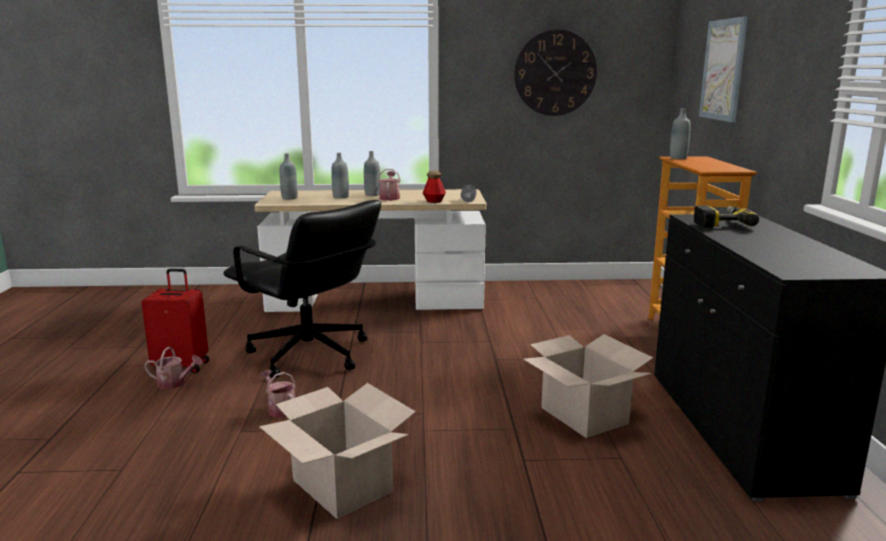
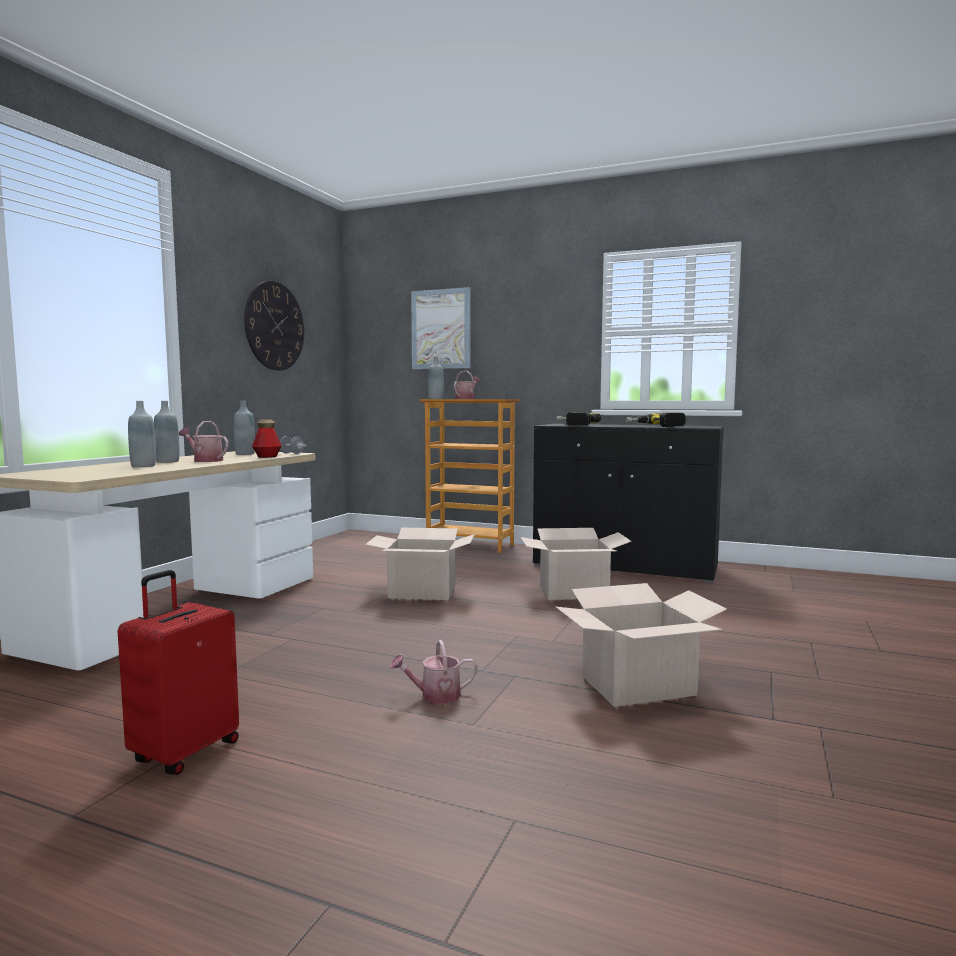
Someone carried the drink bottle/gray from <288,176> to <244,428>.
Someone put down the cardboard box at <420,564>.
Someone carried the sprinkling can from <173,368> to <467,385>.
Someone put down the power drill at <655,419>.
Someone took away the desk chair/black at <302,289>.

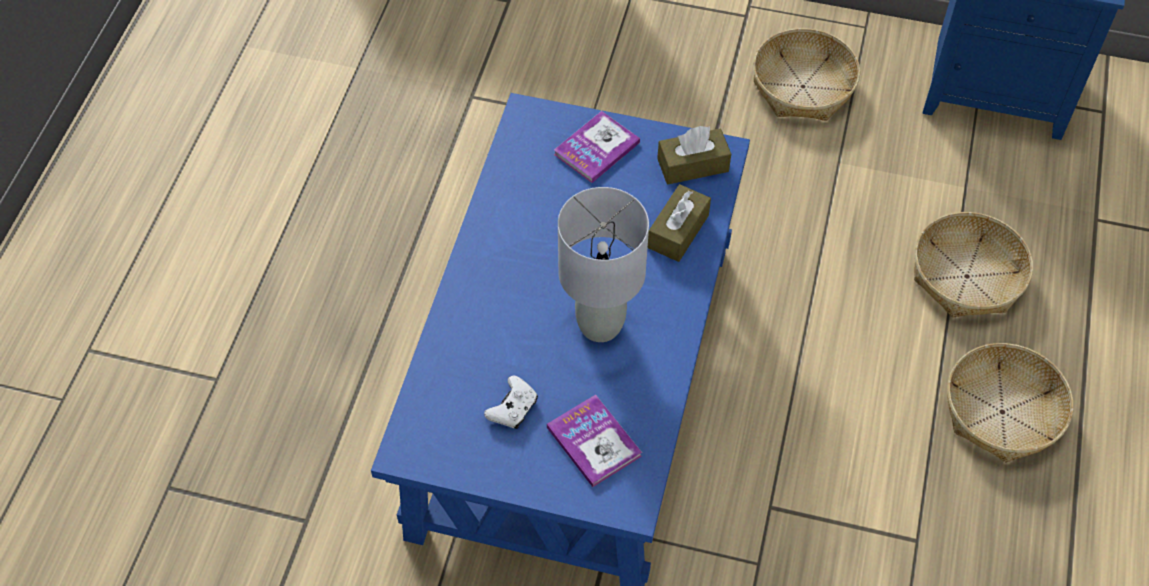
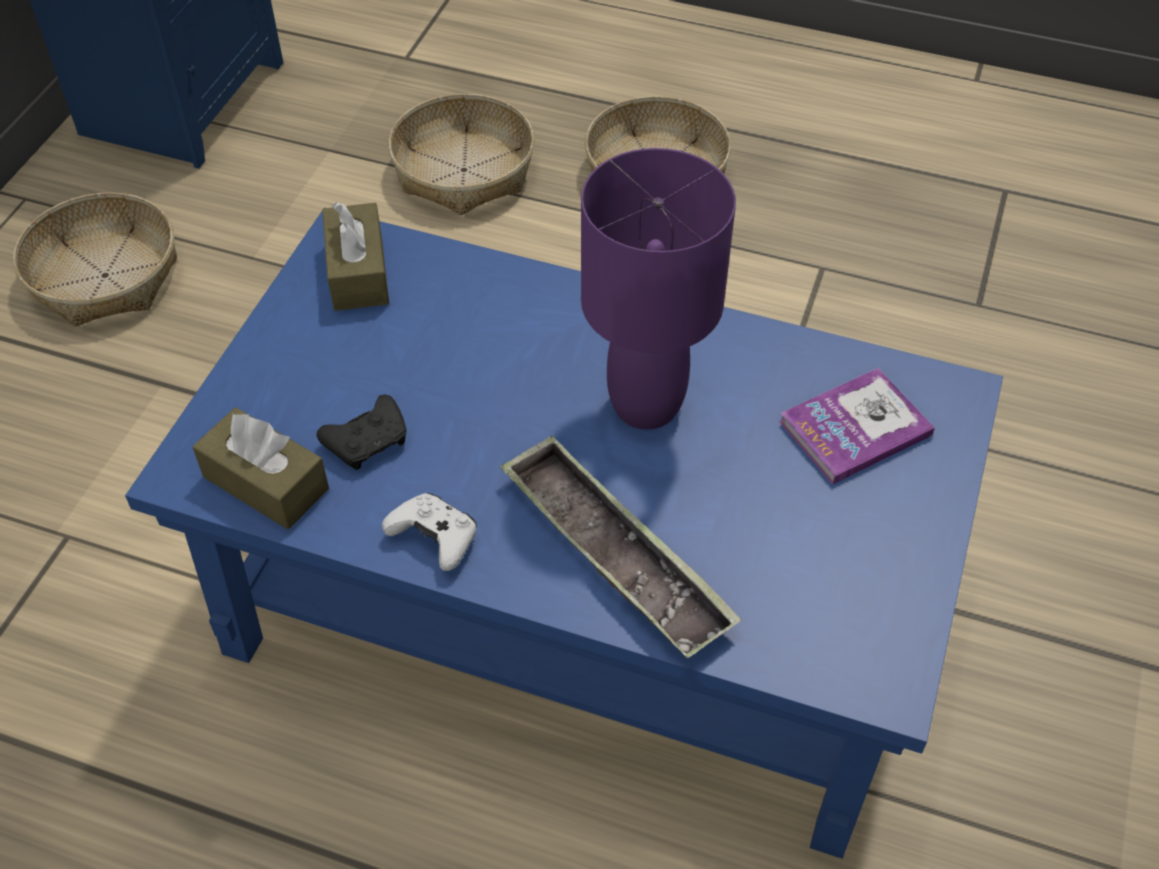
Someone carried the tissue box/brown-coloured from <679,223> to <261,468>.
Someone put down the game controller/black at <361,432>.
Someone carried the game controller/white-coloured from <511,402> to <429,532>.
Someone put down the carrying tray at <620,546>.
Someone repainted the tabletop lamp/gray at <603,264>, which became the tabletop lamp/purplish at <658,289>.
Someone took away the volume at <597,147>.

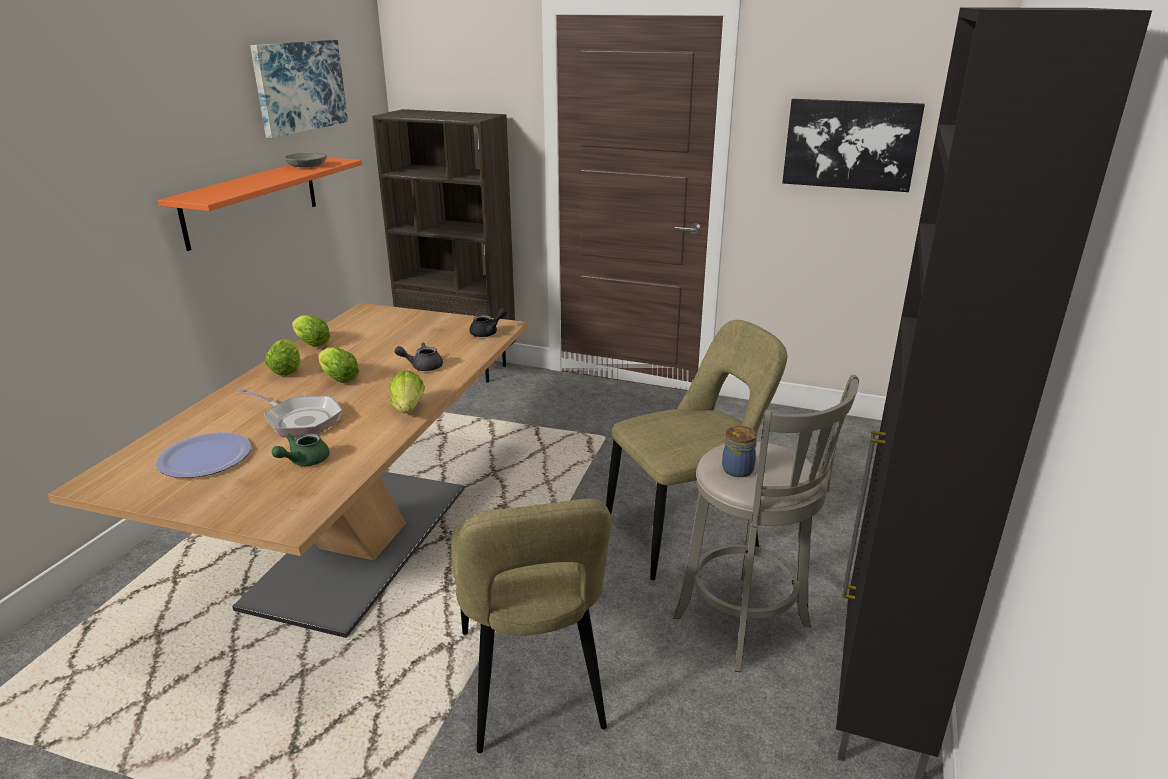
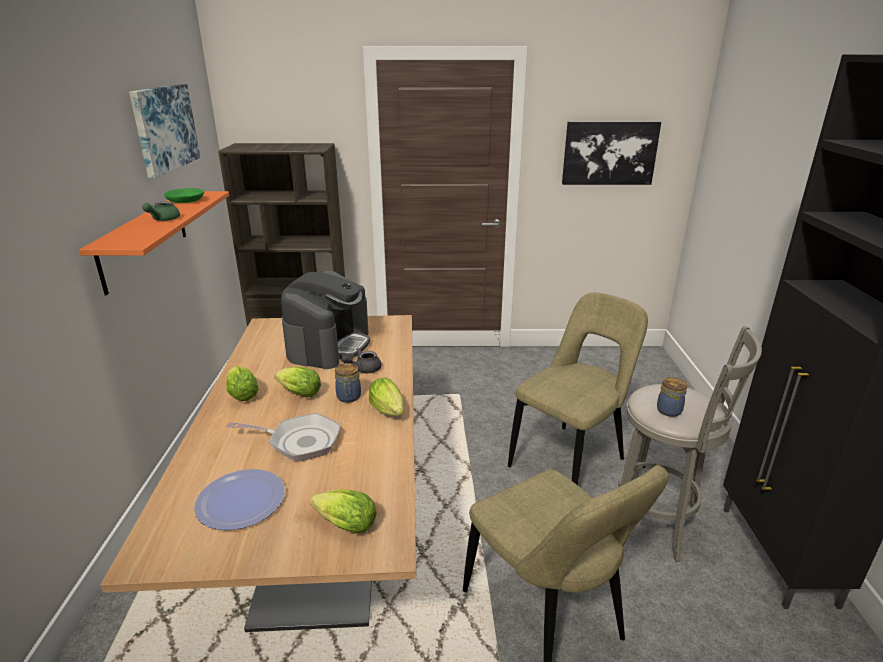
Someone carried the tea pot/green-coloured from <300,449> to <161,211>.
Someone repainted the serving bowl/gray at <305,160>, which became the serving bowl/green-coloured at <184,195>.
Someone put down the coffee brewer at <325,320>.
Someone carried the lettuce from <311,331> to <343,511>.
Someone put down the preserve jar at <348,383>.
Someone took away the tea pot/black at <488,322>.

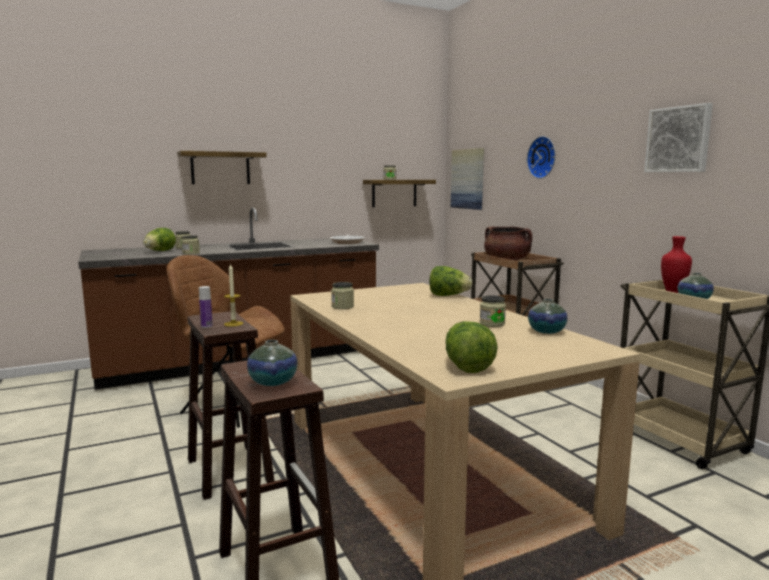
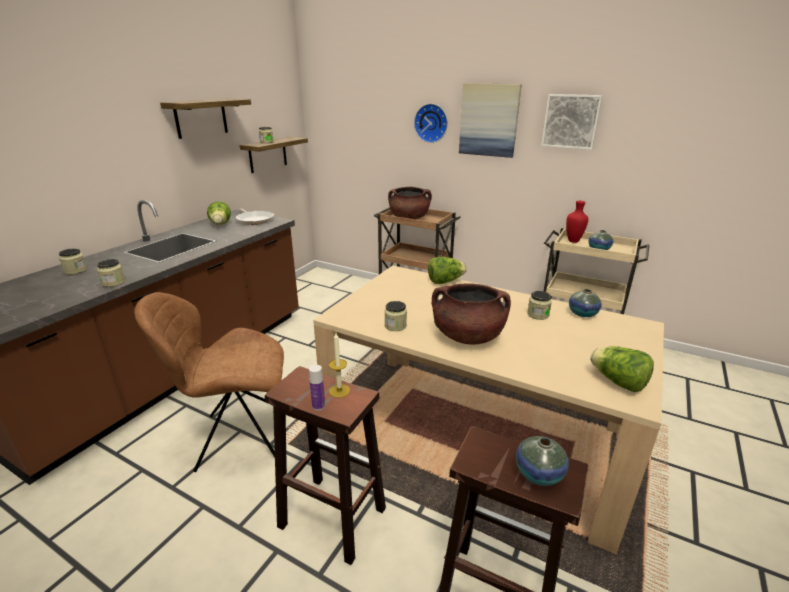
Someone carried the bracket shelf from <222,167> to <205,119>.
Someone carried the lettuce from <159,239> to <219,213>.
Someone put down the stockpot/brown-coloured at <471,314>.
Someone carried the wall picture from <467,179> to <490,120>.

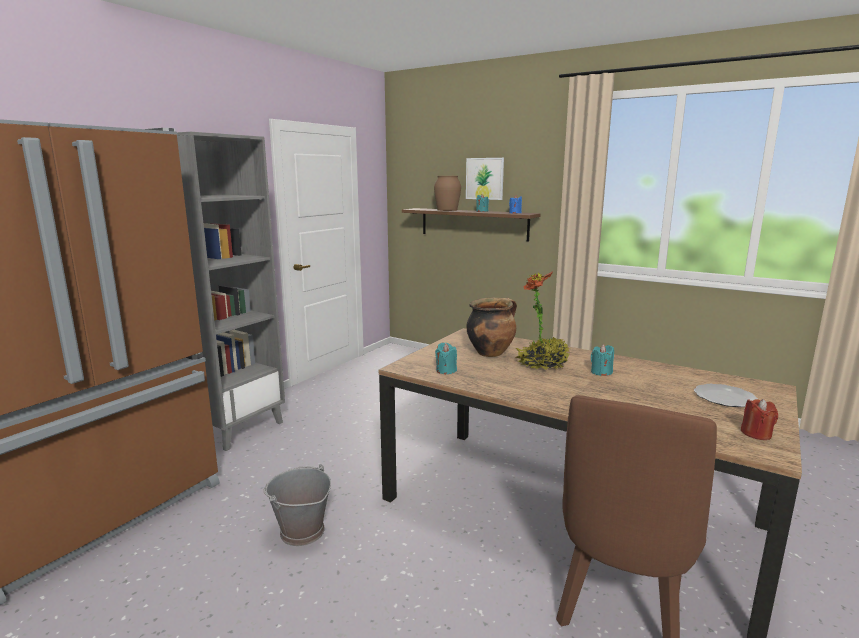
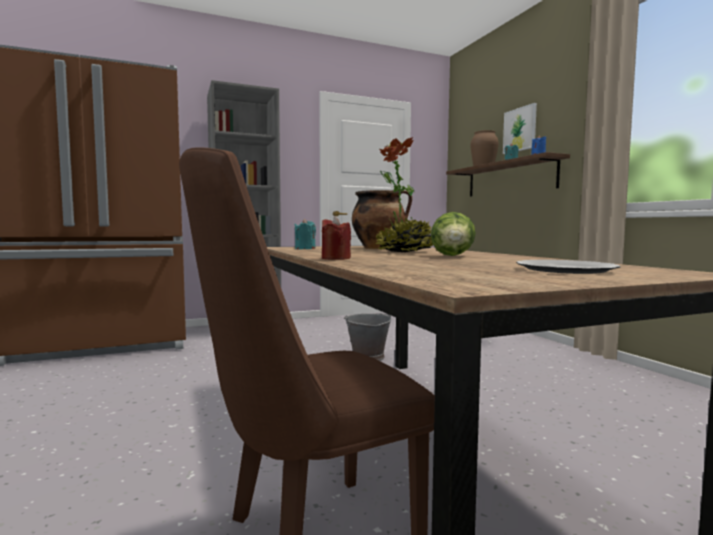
Someone carried the wax candle/red from <759,419> to <336,238>.
Someone carried the bucket/gray from <297,505> to <368,337>.
Someone swapped the wax candle/turquoise-coloured at <602,360> for the lettuce at <453,234>.

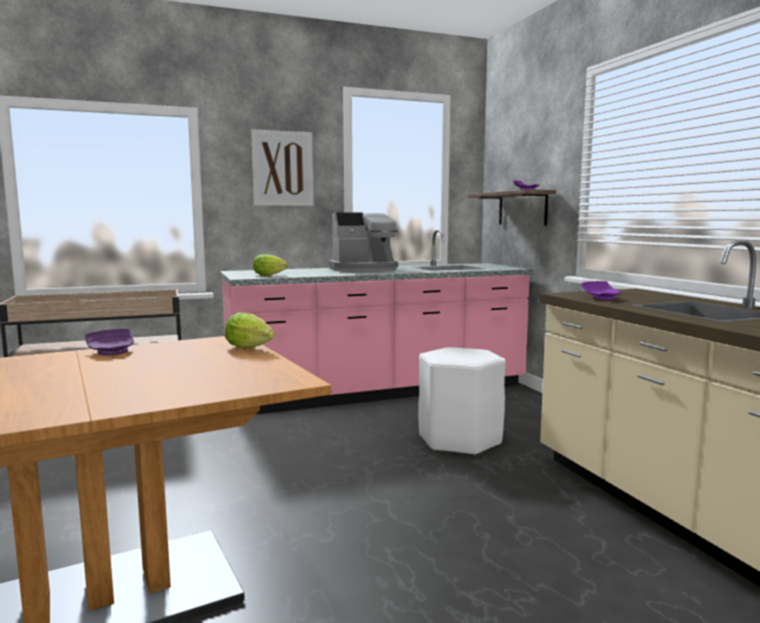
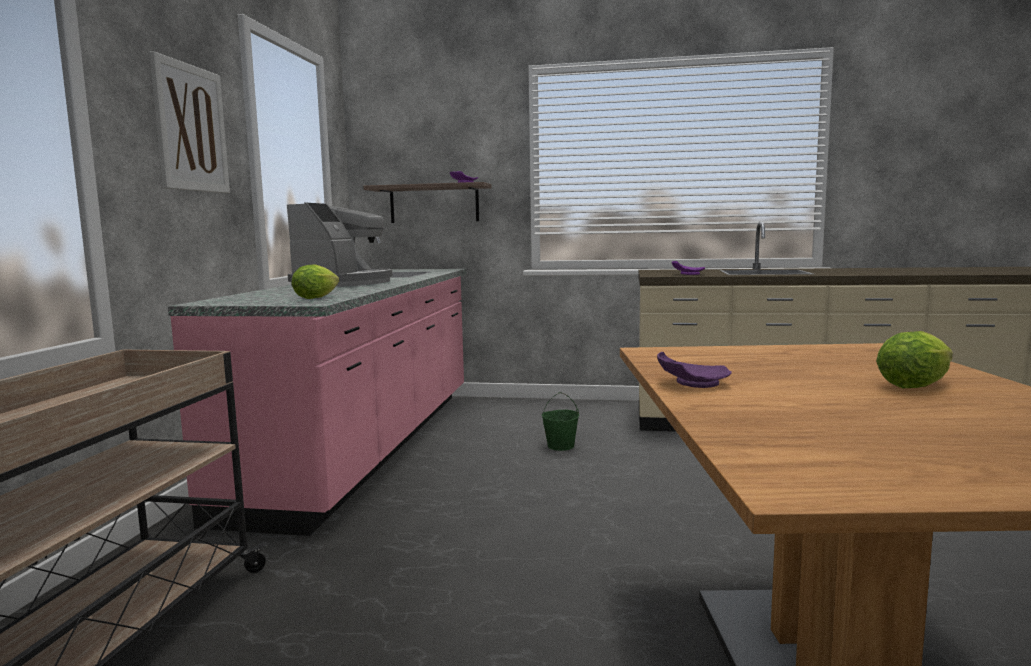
Someone swapped the stool seat/white-coloured at <462,401> for the bucket/green-coloured at <560,421>.
Someone carried the lettuce from <249,330> to <914,359>.

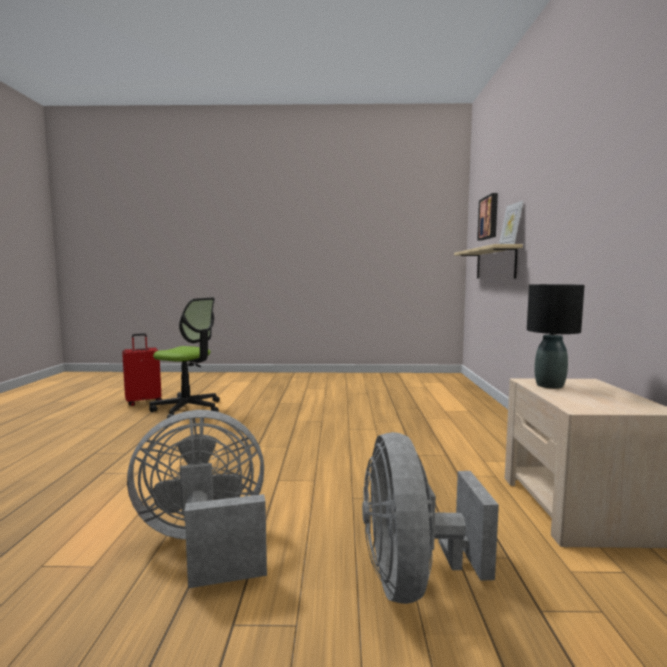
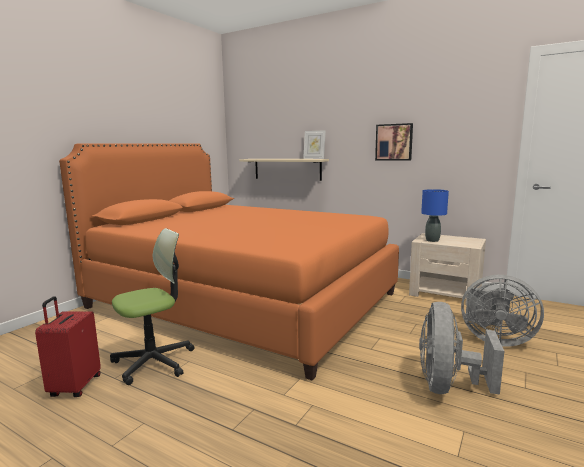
Someone put down the bed/orange-coloured at <229,261>.
Someone carried the wall picture from <487,216> to <394,141>.
Someone repainted the tabletop lamp/black at <556,336>, which became the tabletop lamp/bluish at <435,215>.

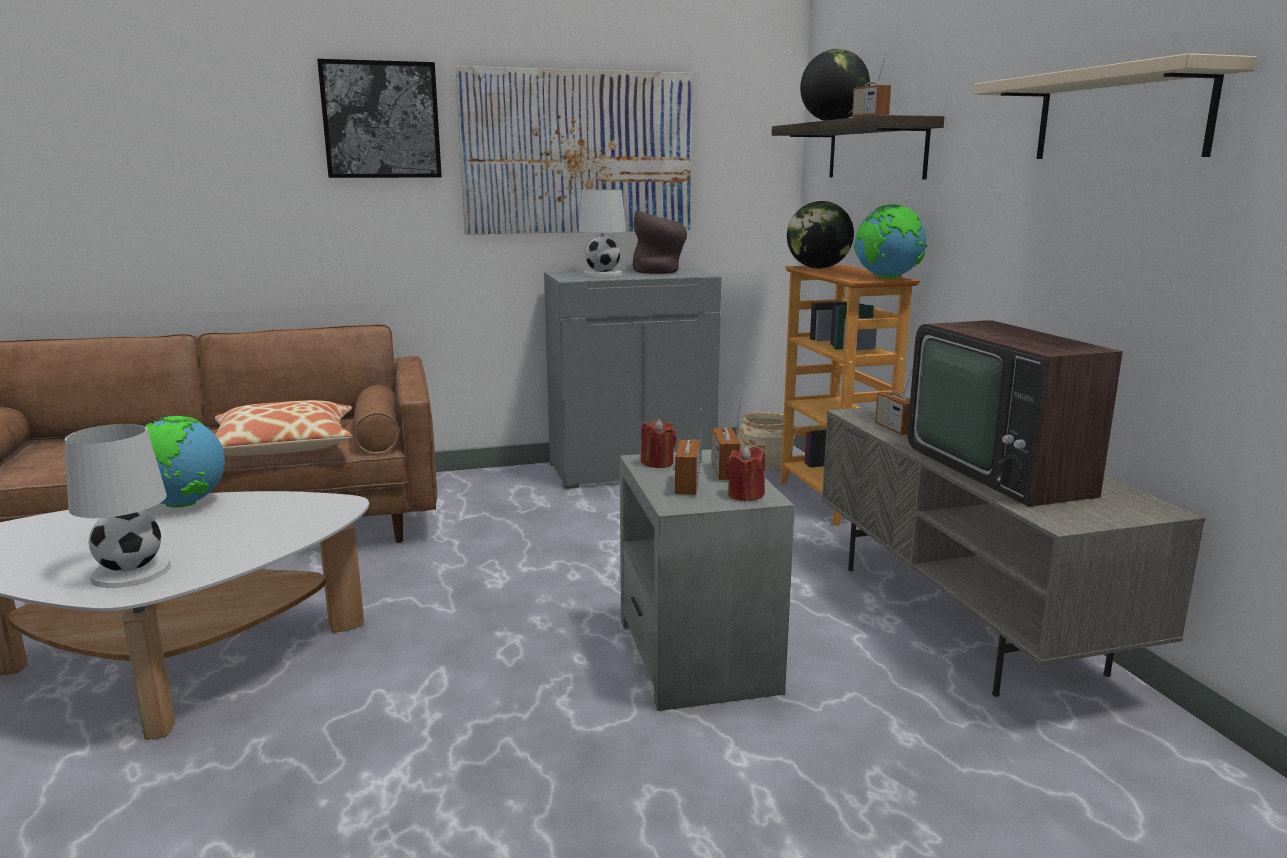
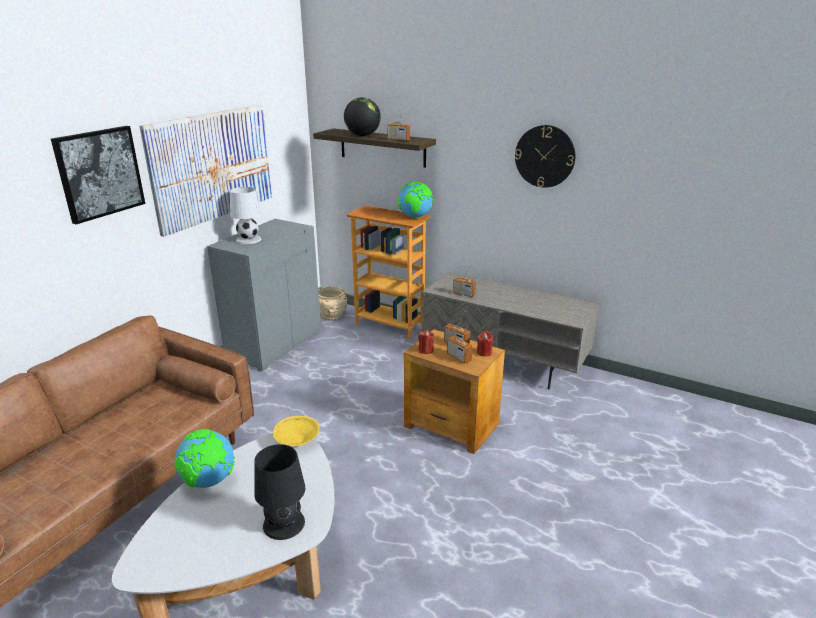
Someone repainted the tabletop lamp/white-coloured at <118,506>, which became the tabletop lamp/black at <279,492>.
Someone put down the serving bowl/yellow at <296,431>.
Someone repainted the side table/gray at <707,580>, which became the side table/brown-coloured at <454,391>.
Someone swapped the bracket shelf/beige-coloured at <1115,106> for the clock on the wall at <545,156>.
Someone took away the cushion at <283,428>.
Someone took away the flower vase/brown-coloured at <660,242>.
Someone took away the desk globe at <820,235>.
Someone took away the TV set at <1015,413>.

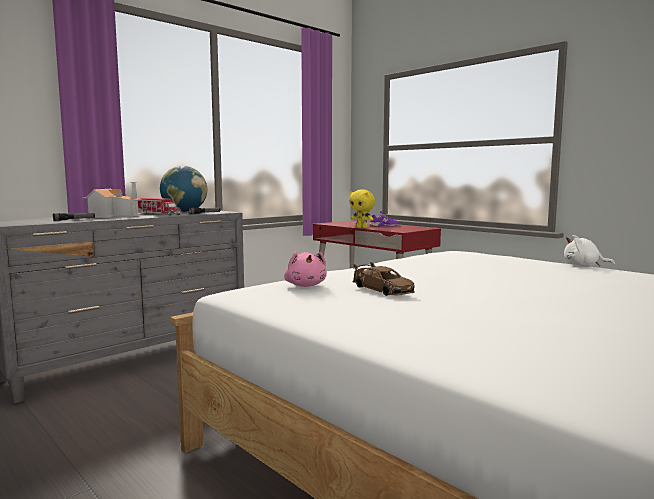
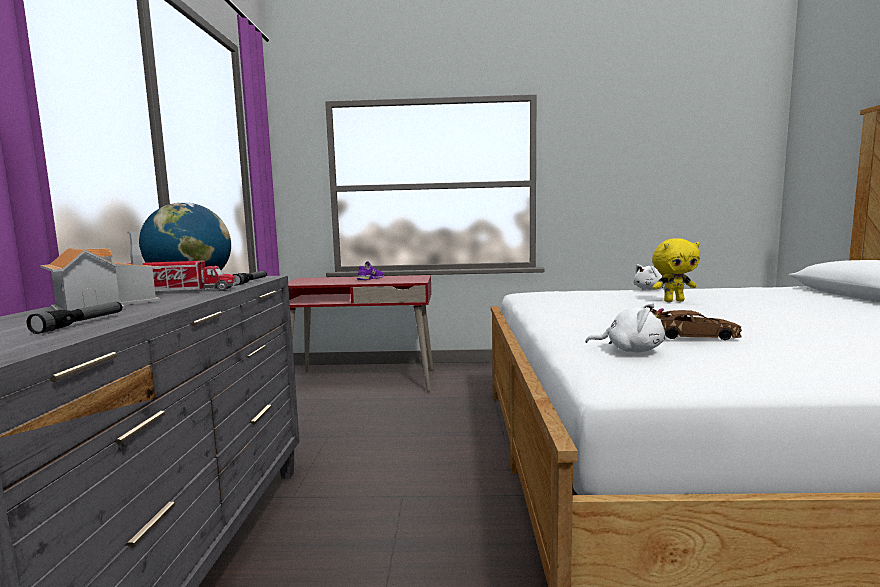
Someone repainted the soft toy/pinkish at <305,269>, which became the soft toy/white-coloured at <625,327>.
Someone carried the soft toy/yellow from <362,208> to <676,270>.

